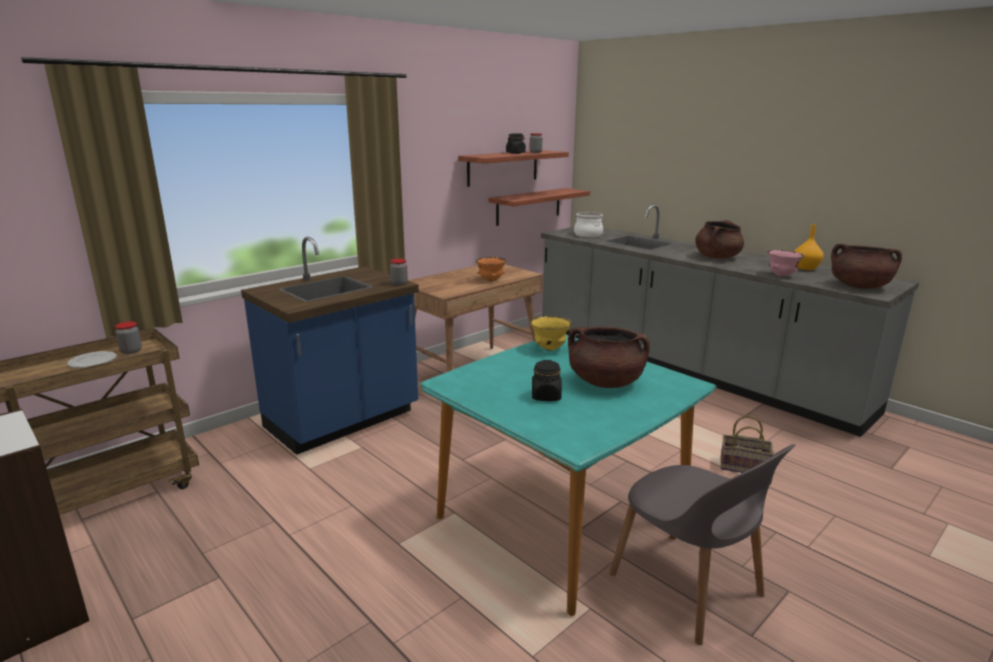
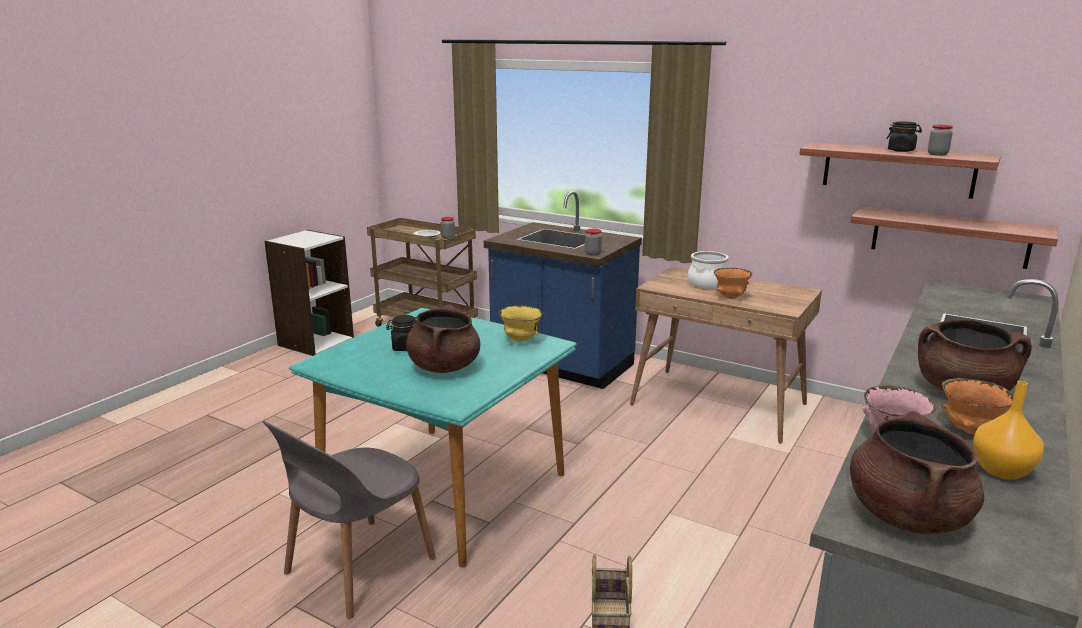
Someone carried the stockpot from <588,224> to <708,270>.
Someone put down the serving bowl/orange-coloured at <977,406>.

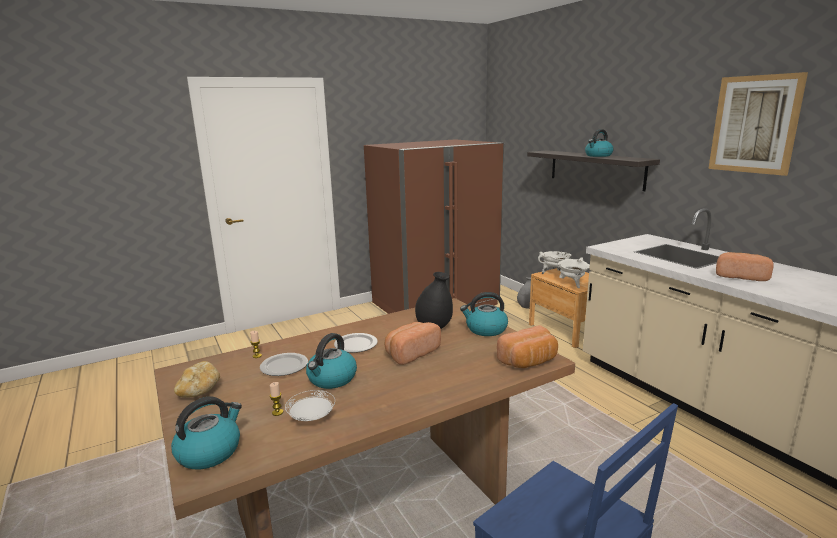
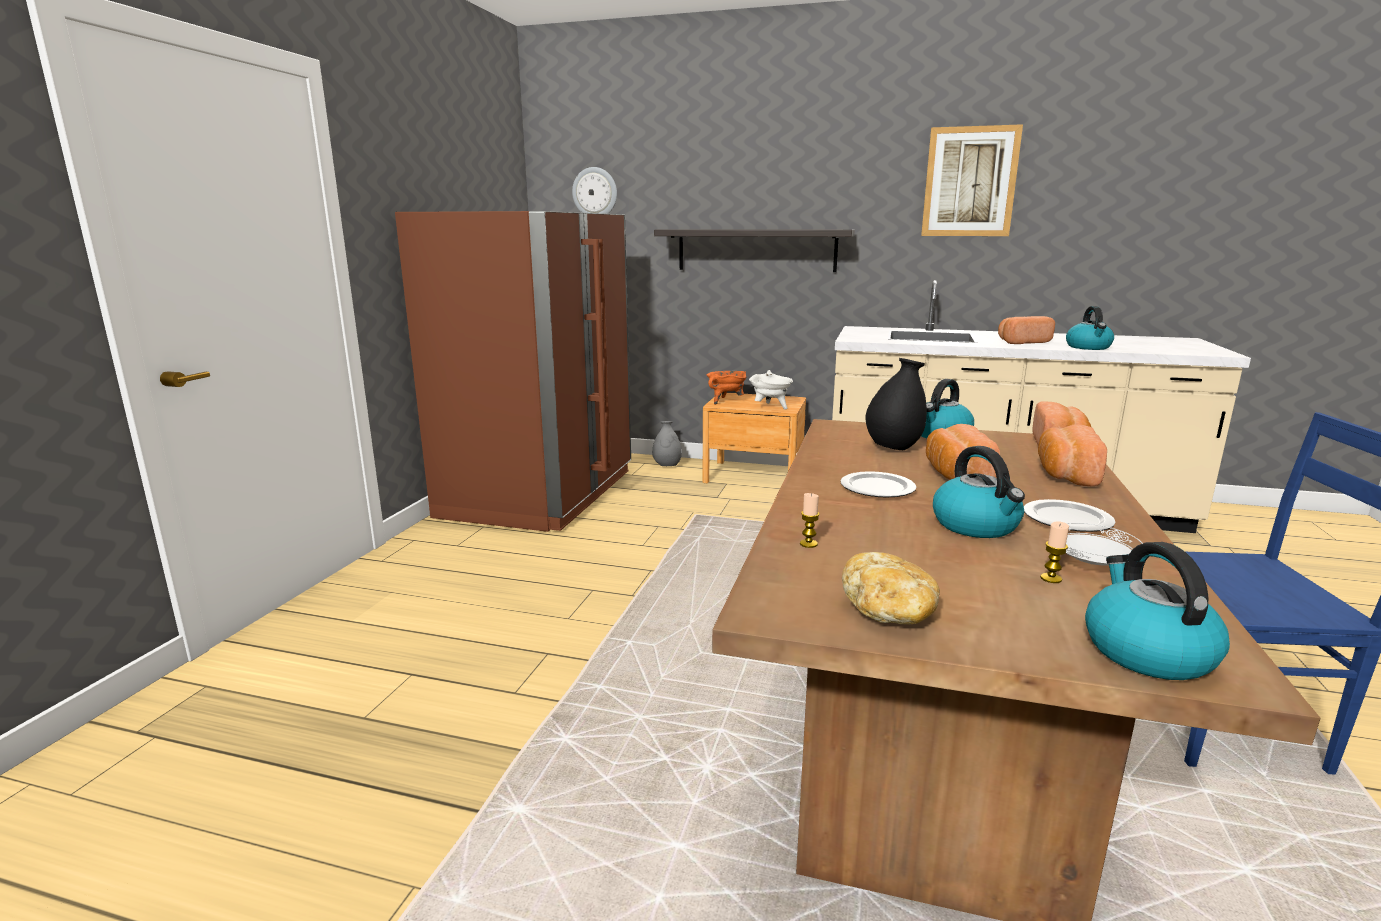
Someone put up the clock on the wall at <594,190>.
Someone repainted the stockpot/white-coloured at <554,262>, which became the stockpot/orange-coloured at <727,388>.
Someone carried the flat dish from <284,364> to <1070,515>.
Someone put down the baked bread at <1072,455>.
Someone carried the tea kettle from <599,143> to <1090,328>.

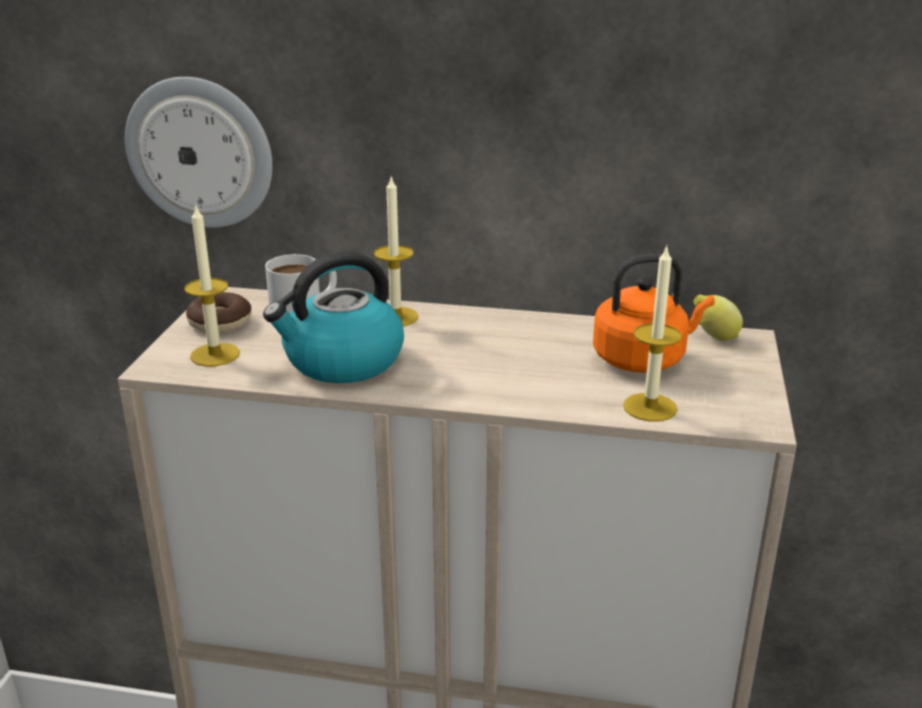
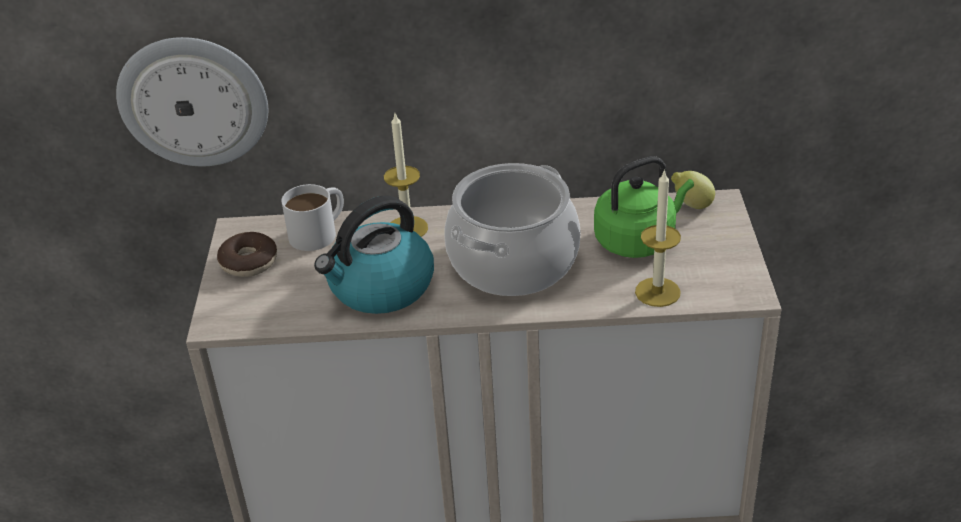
Someone put down the stockpot at <512,229>.
Someone repainted the tea kettle/orange-coloured at <654,313>, which became the tea kettle/green-coloured at <644,207>.
Someone took away the wax candle at <212,286>.

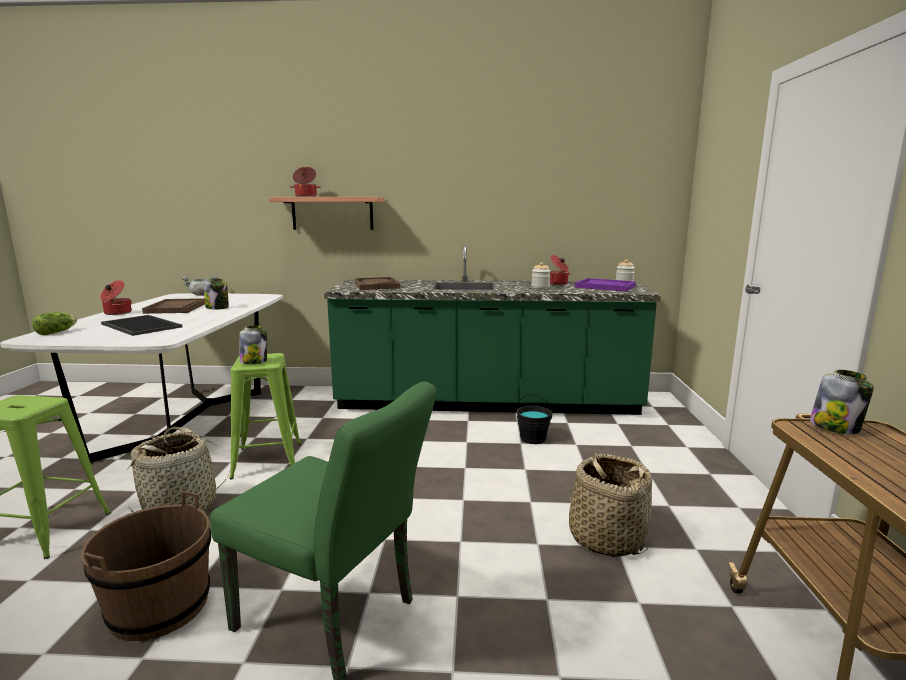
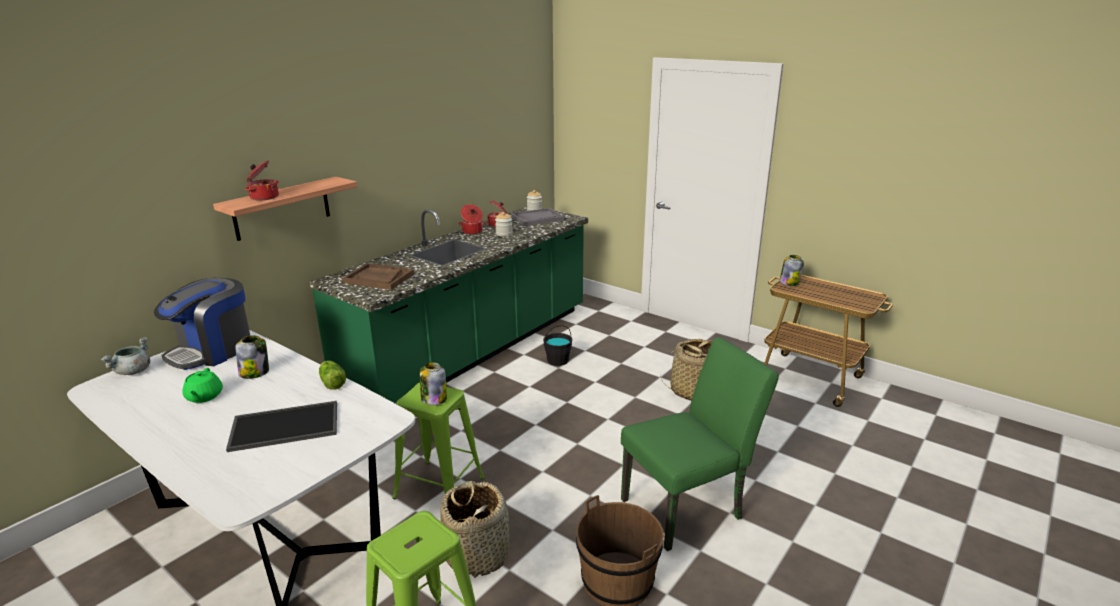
Someone put down the coffee brewer at <202,324>.
Someone swapped the carrying tray/brown-coloured at <173,306> for the tea pot/green-coloured at <203,385>.
Someone carried the lettuce from <54,323> to <332,375>.
Someone carried the stockpot from <116,297> to <472,219>.
Someone repainted the carrying tray/purplish at <605,285>, which became the carrying tray/gray at <537,217>.

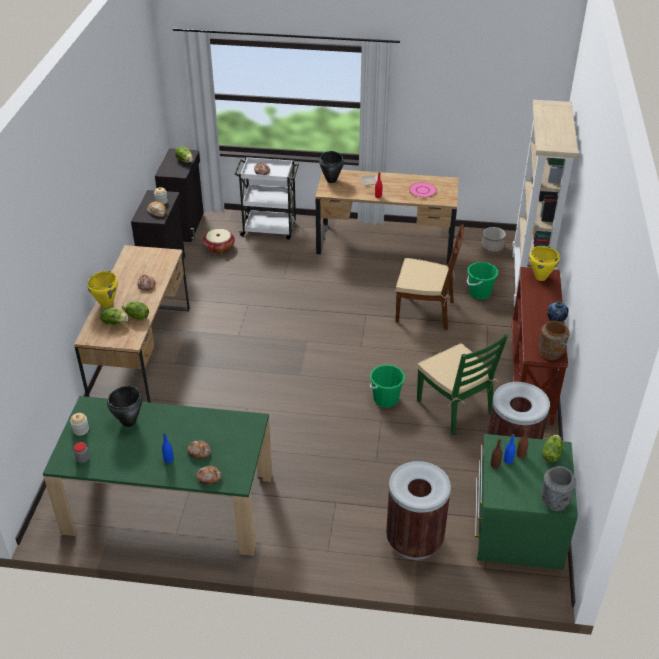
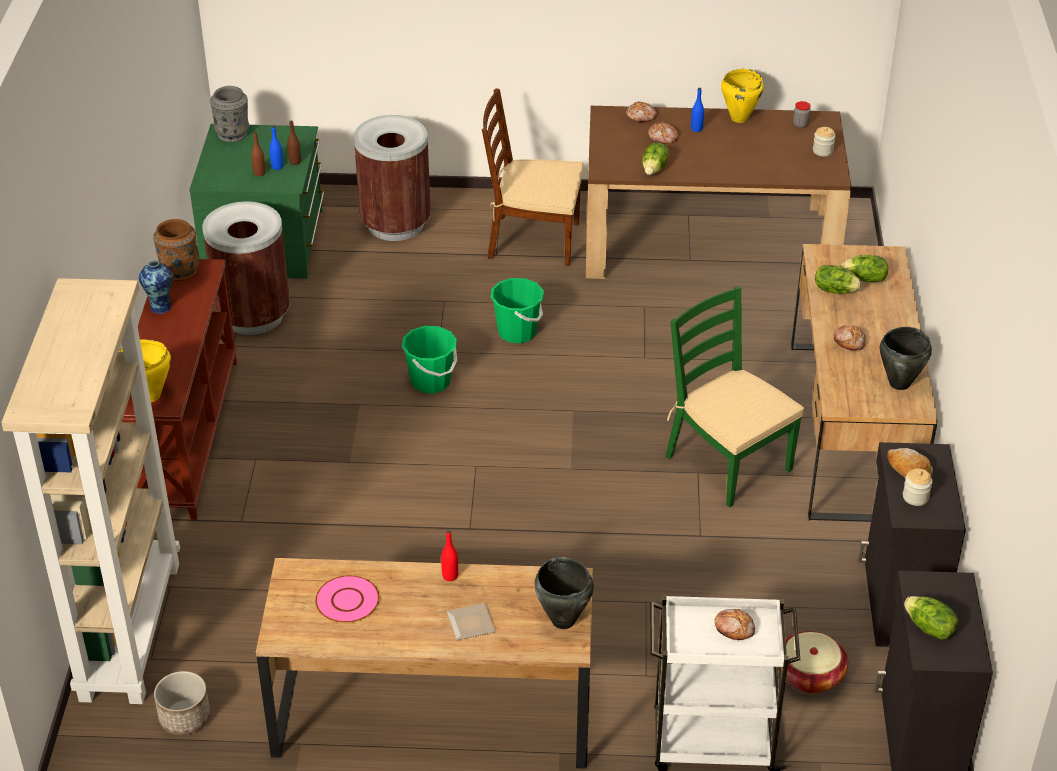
Someone carried the upright chair/brown-coloured from <430,277> to <533,177>.
Someone carried the bucket/green-coloured from <482,281> to <517,310>.
Someone repainted the dinner table/green-coloured at <157,476>, which became the dinner table/brown-coloured at <718,192>.
Someone carried the lettuce from <552,448> to <655,158>.
Someone carried the upright chair/green-coloured from <462,384> to <735,396>.
Someone carried the stockpot/yellow from <103,289> to <742,96>.
Someone carried the stockpot/black from <124,406> to <906,358>.

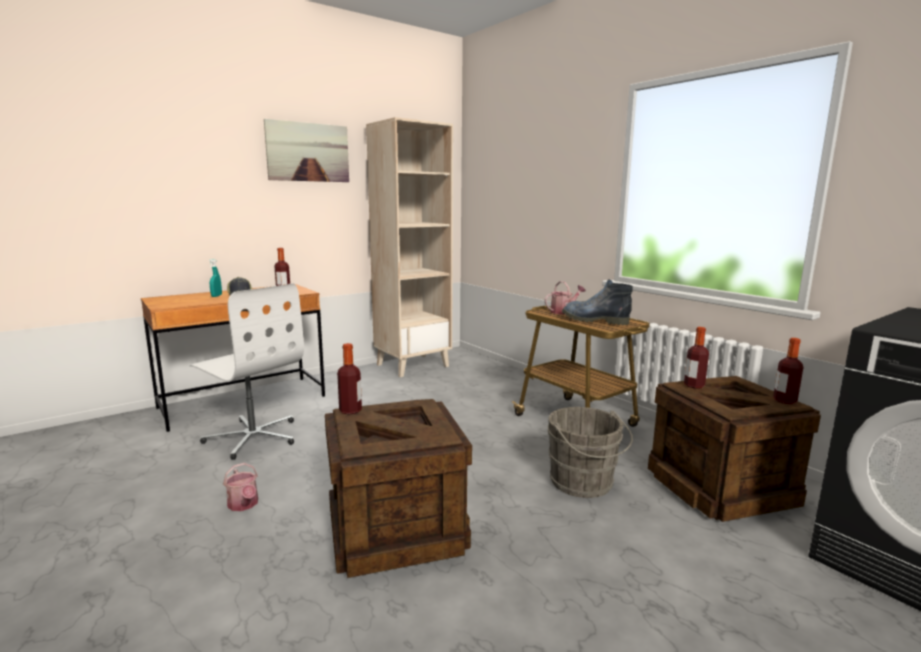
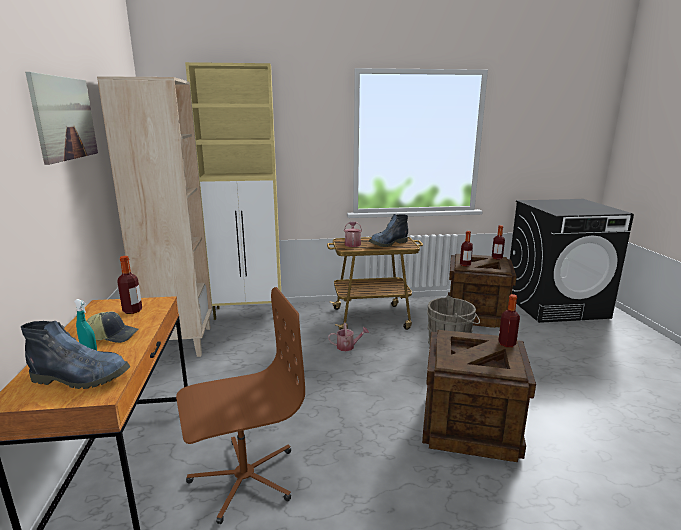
Someone put down the boot at <75,355>.
Someone repainted the desk chair/white-coloured at <247,371>, which became the desk chair/brown-coloured at <240,405>.
Someone put down the storage cabinet/beige-coloured at <233,191>.
Someone carried the sprinkling can from <240,487> to <348,337>.
Someone carried the drink bottle from <349,379> to <509,320>.

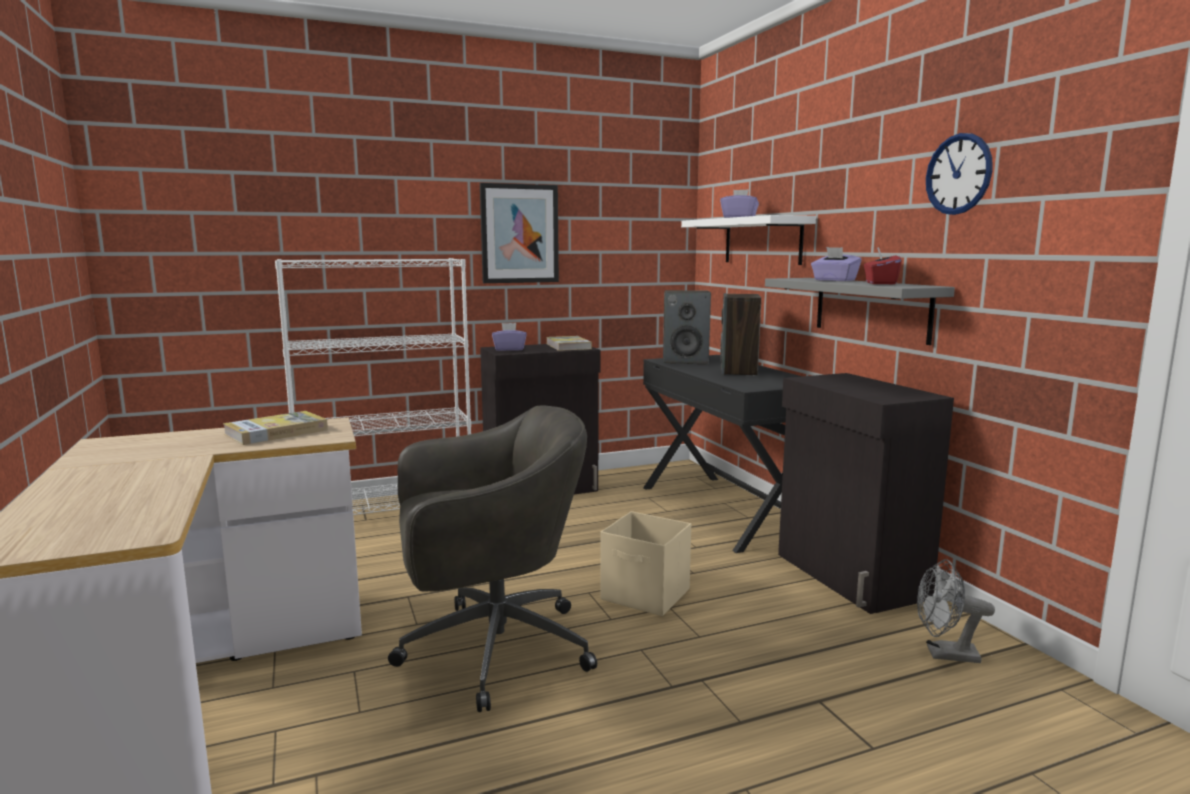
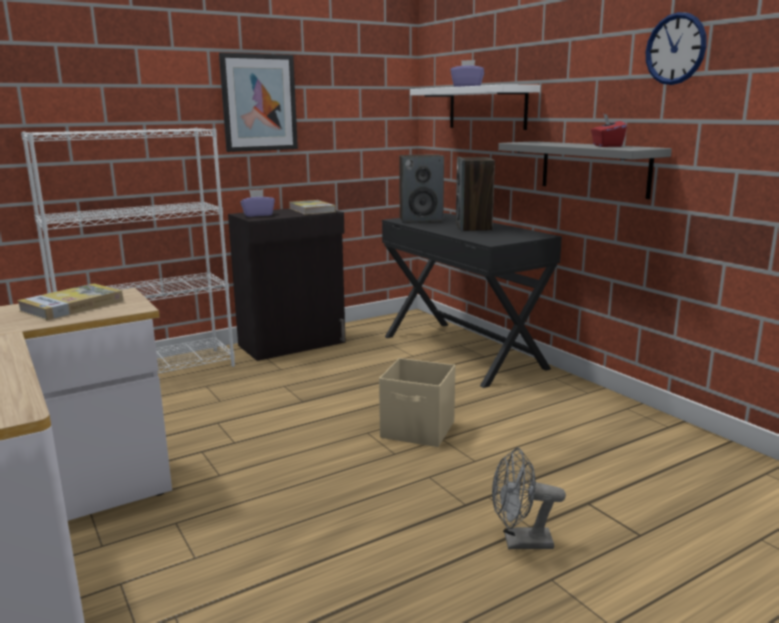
Someone carried the fan/gray from <956,611> to <529,498>.
Someone took away the desk chair/gray at <492,558>.
Someone took away the storage cabinet/black at <866,493>.
Someone took away the tissue box/purplish at <836,264>.

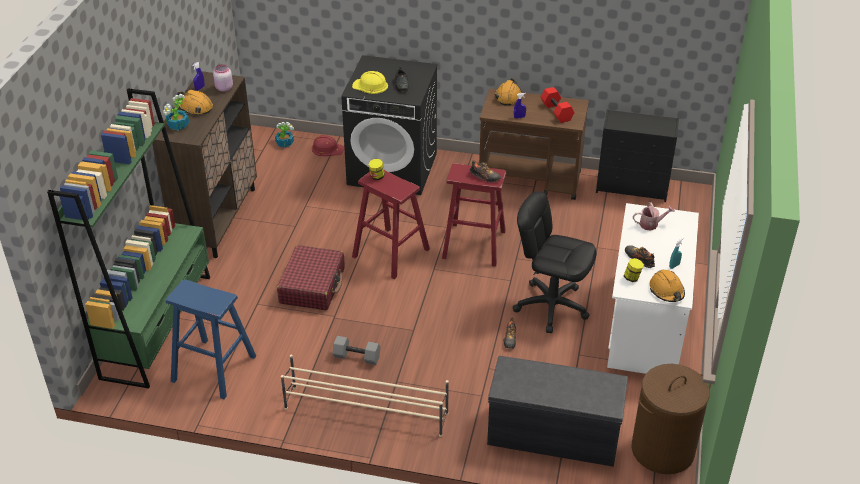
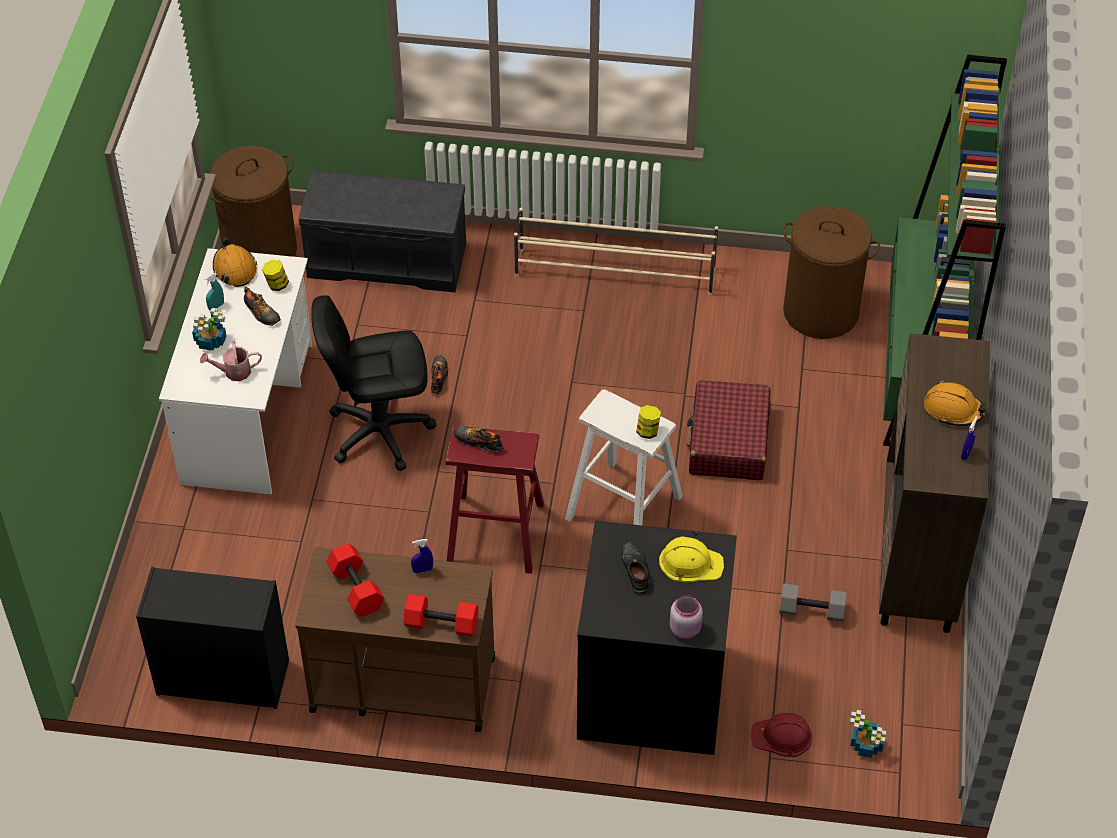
Someone carried the houseplant from <176,112> to <209,329>.
Someone rotated the desk chair/black at <554,262> by 150 degrees clockwise.
Someone swapped the hard hat/orange-coloured at <508,92> for the hand weight/red at <441,615>.
Someone repainted the stool seat/red at <391,224>, which became the stool seat/white-coloured at <624,457>.
Someone carried the preserve jar/pinkish from <223,78> to <686,617>.
Someone carried the hand weight/gray from <356,350> to <813,602>.
Someone swapped the stool seat/bluish at <211,339> for the laundry basket/brown-coloured at <831,272>.

